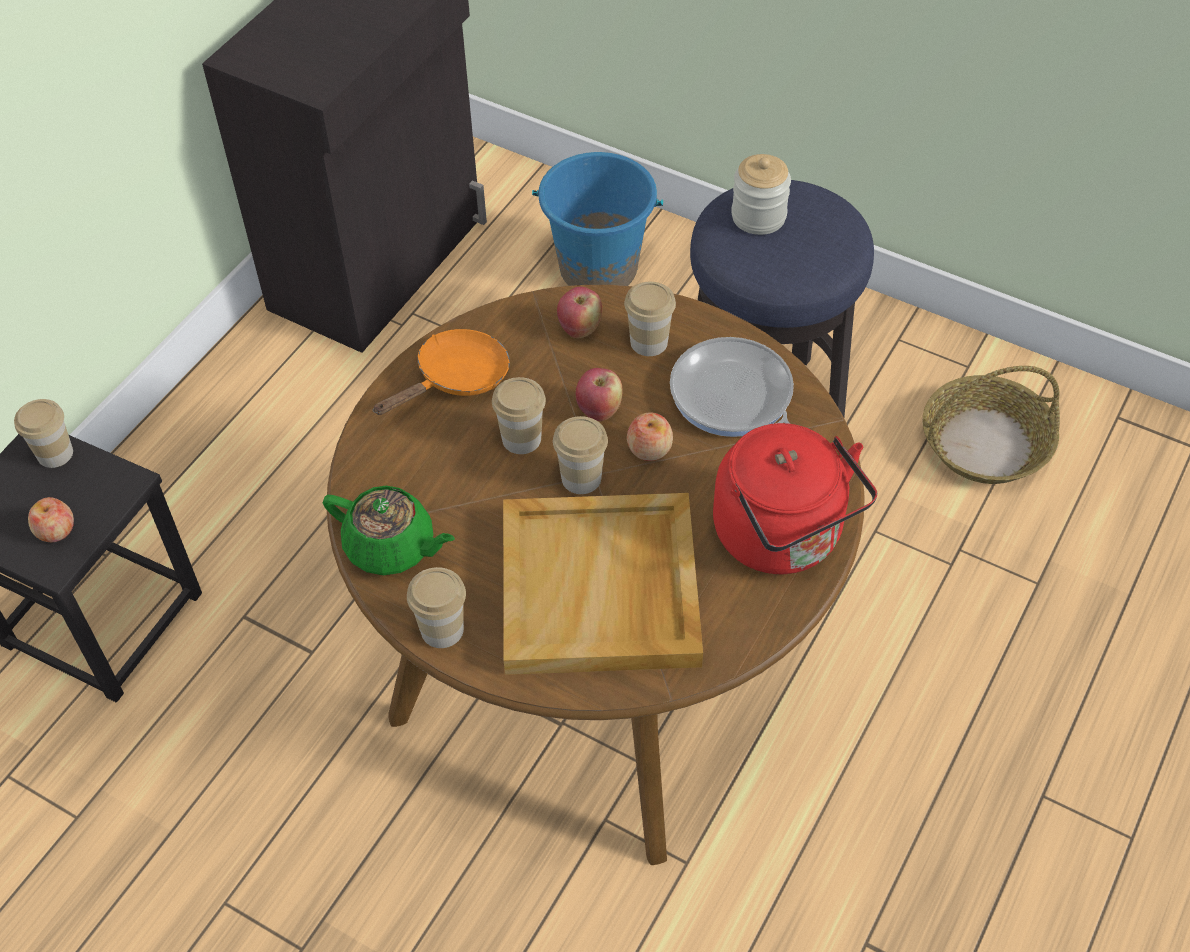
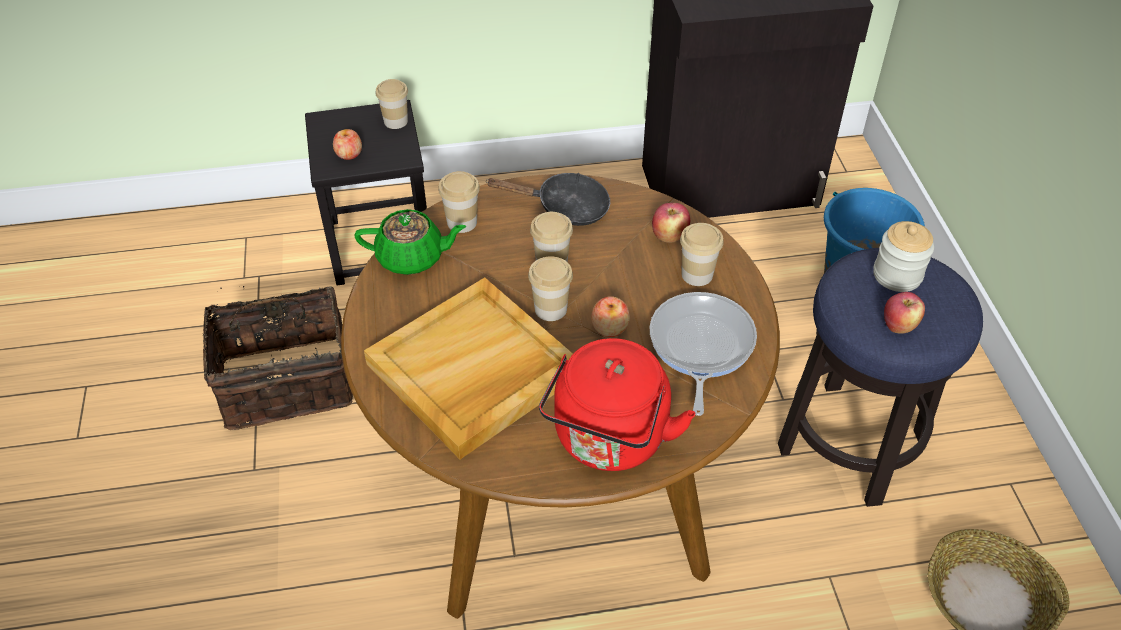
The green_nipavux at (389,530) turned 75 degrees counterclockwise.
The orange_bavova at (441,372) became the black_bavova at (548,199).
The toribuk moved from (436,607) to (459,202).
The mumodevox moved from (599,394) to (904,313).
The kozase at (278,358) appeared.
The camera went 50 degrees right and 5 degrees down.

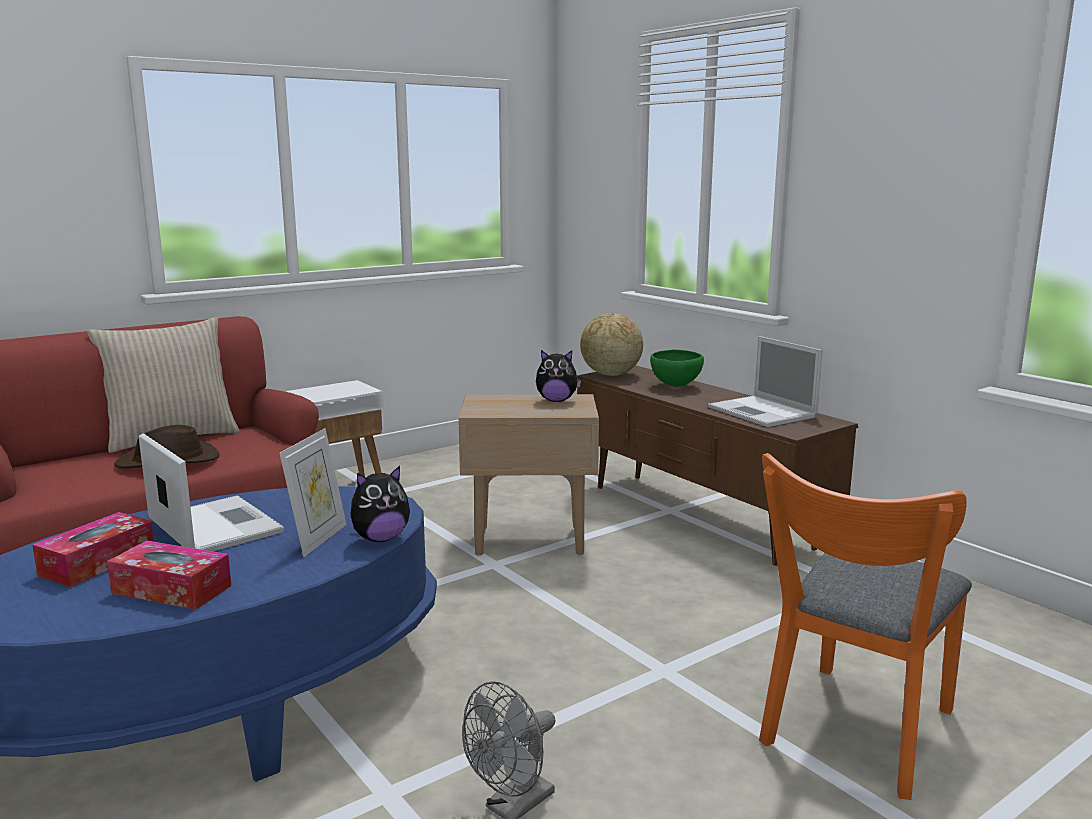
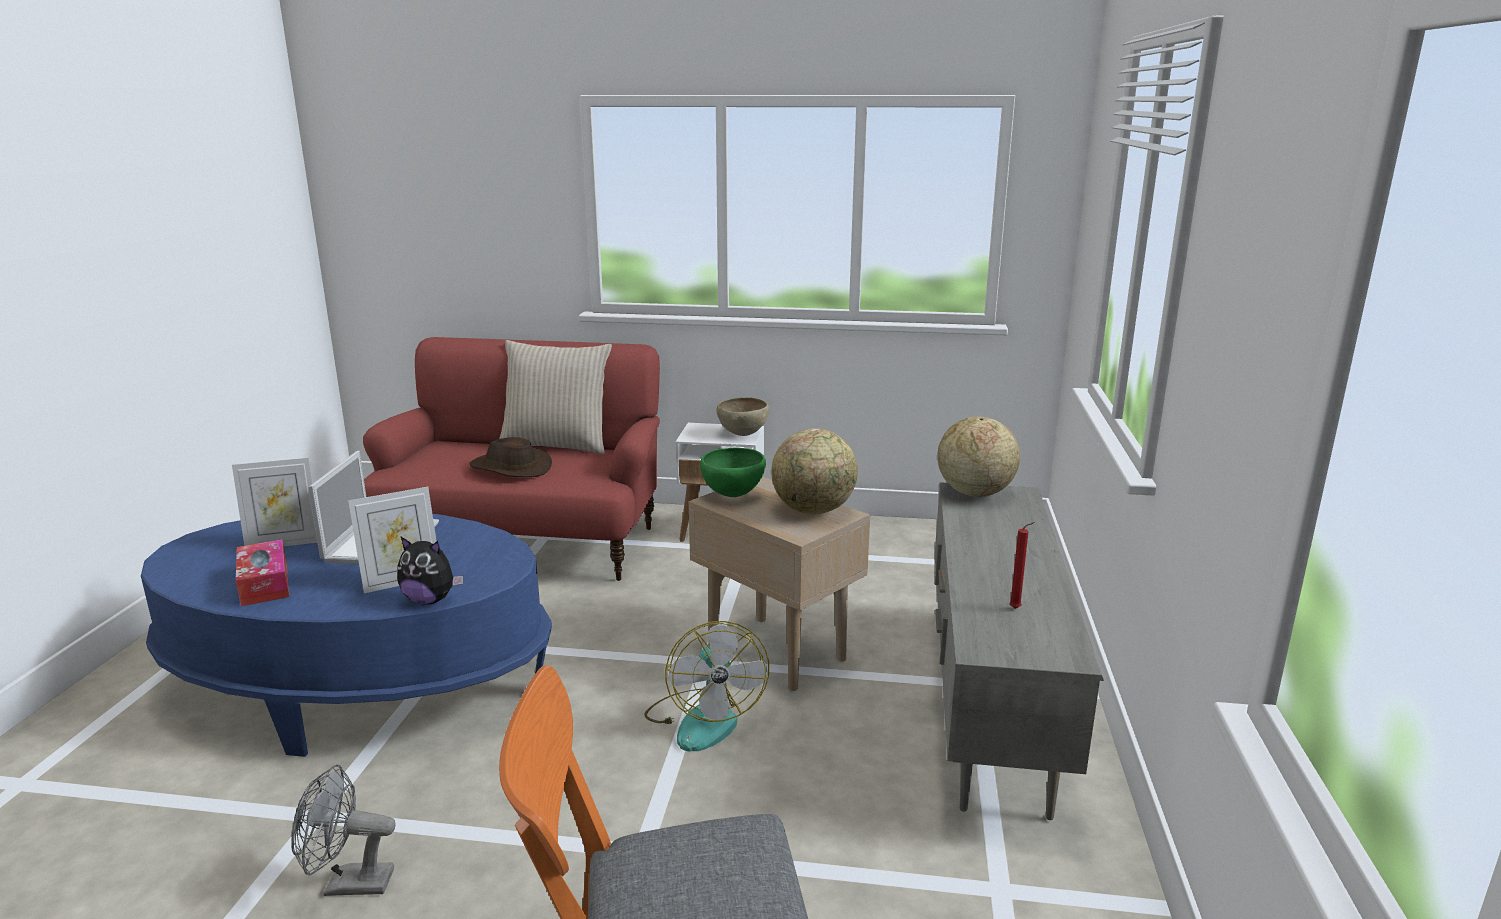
The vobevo at (93,549) was replaced by the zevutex at (274,502).
The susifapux at (558,376) was replaced by the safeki at (814,471).
The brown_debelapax at (718,465) became the grey_debelapax at (1019,651).
The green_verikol moved from (677,368) to (733,472).
The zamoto at (765,381) was replaced by the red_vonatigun at (1022,565).
The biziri at (707,686) appeared.
The brown_verikol at (742,416) appeared.
The camera went 45 degrees right and 5 degrees up.

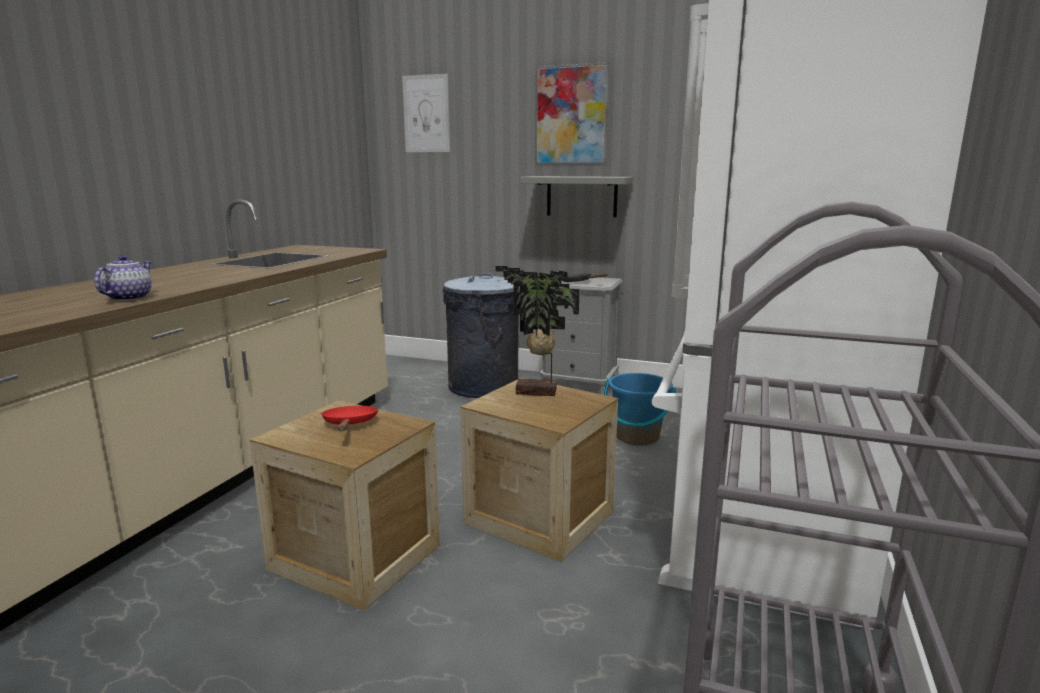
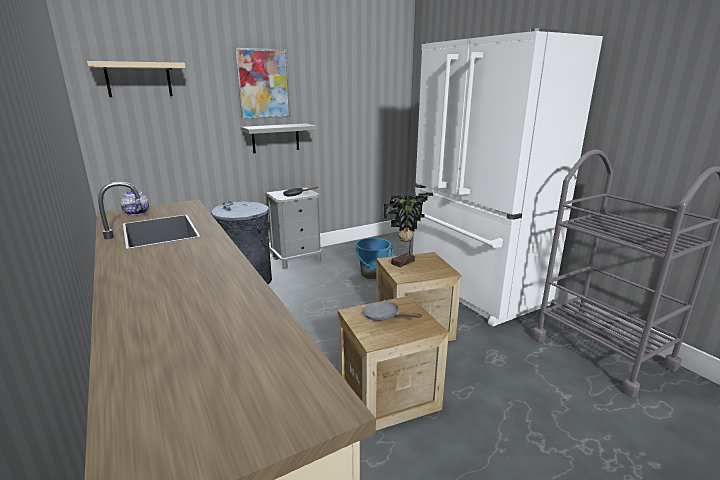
The nipavux moved from (123,278) to (134,202).
The red_bavova at (349,418) became the grey_bavova at (392,311).
The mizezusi at (426,113) was replaced by the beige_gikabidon at (136,79).
The camera went 50 degrees left and 5 degrees up.

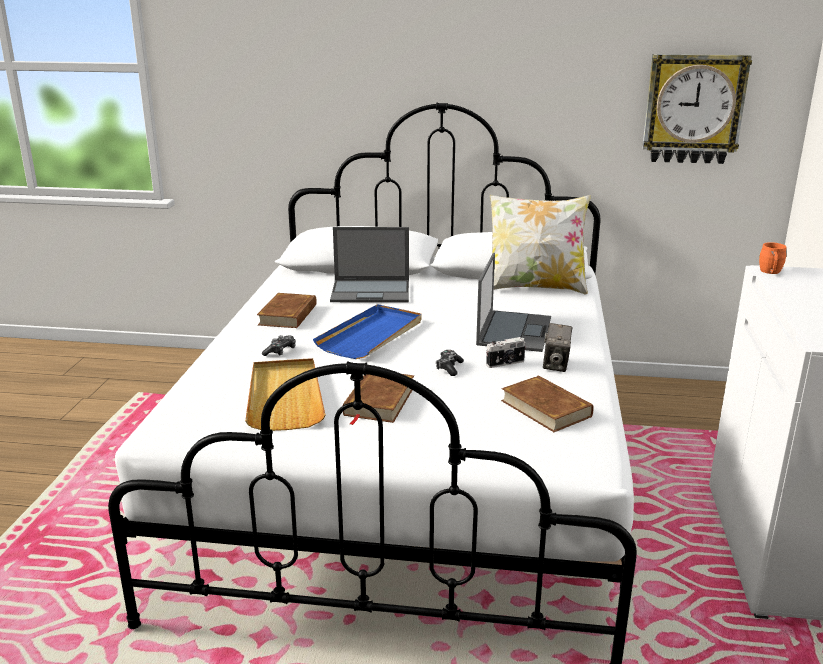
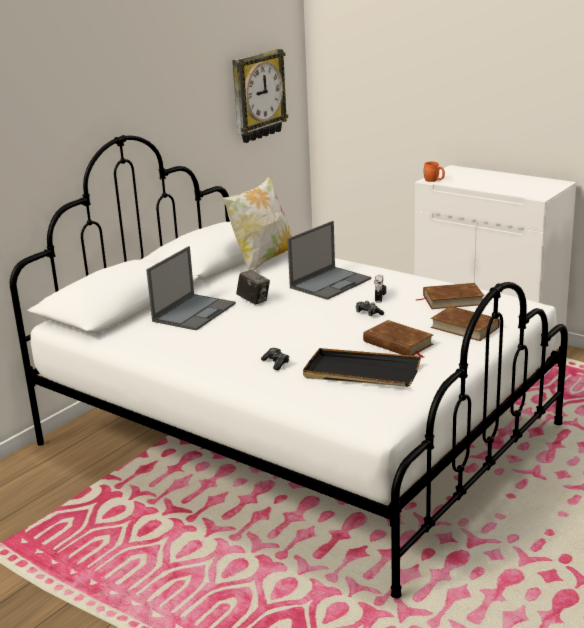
The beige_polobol at (285,394) became the black_polobol at (362,367).
The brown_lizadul moved from (287,310) to (465,323).
The blue_polobol at (367,331) disappeared.
The zamoto at (513,302) turned 90 degrees clockwise.
The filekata moved from (557,347) to (253,287).
The camera went 60 degrees left and 0 degrees up.

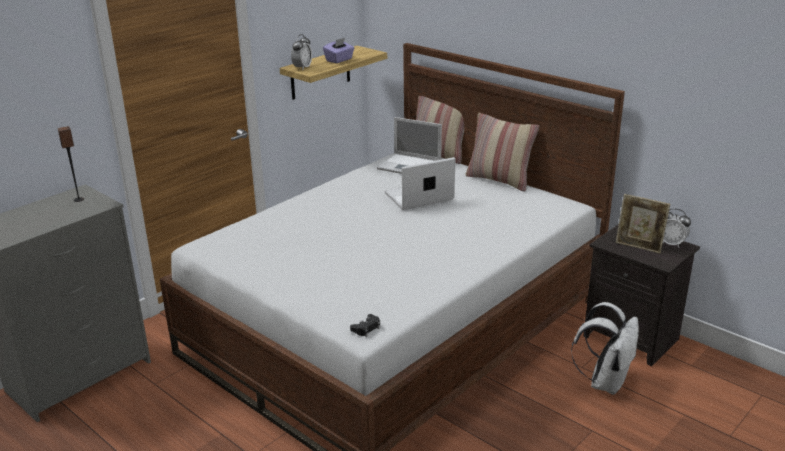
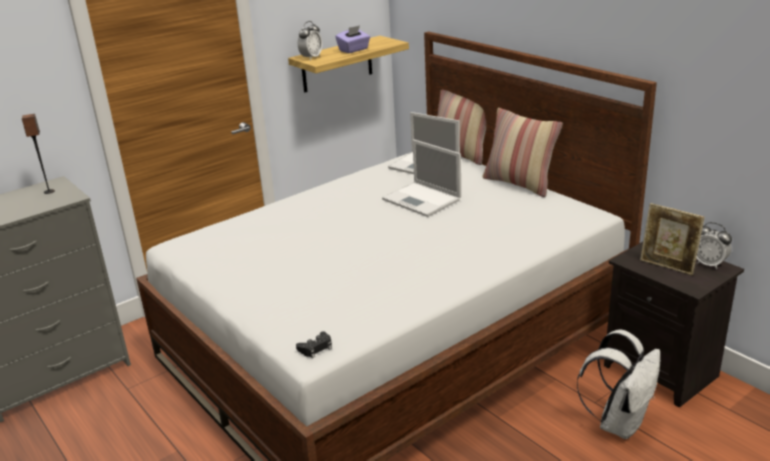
The zamoto at (420,183) turned 120 degrees counterclockwise.
The camera went 10 degrees right and 0 degrees up.

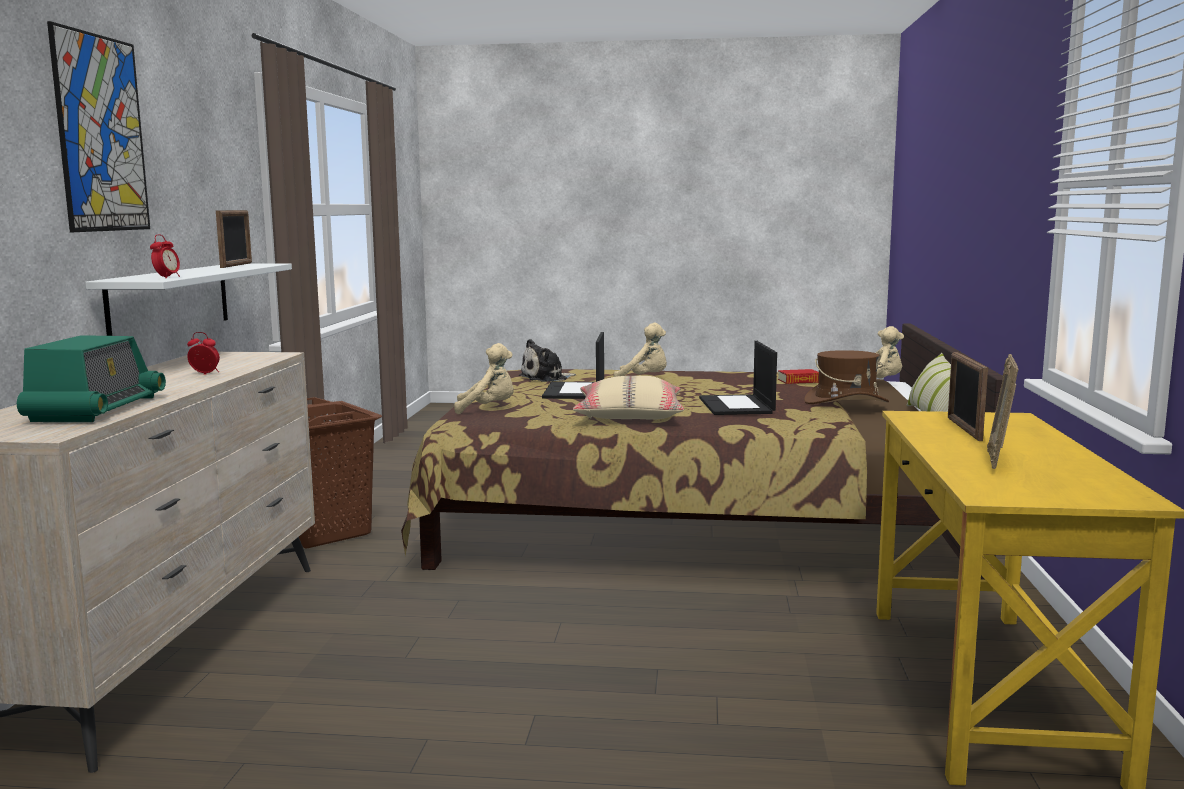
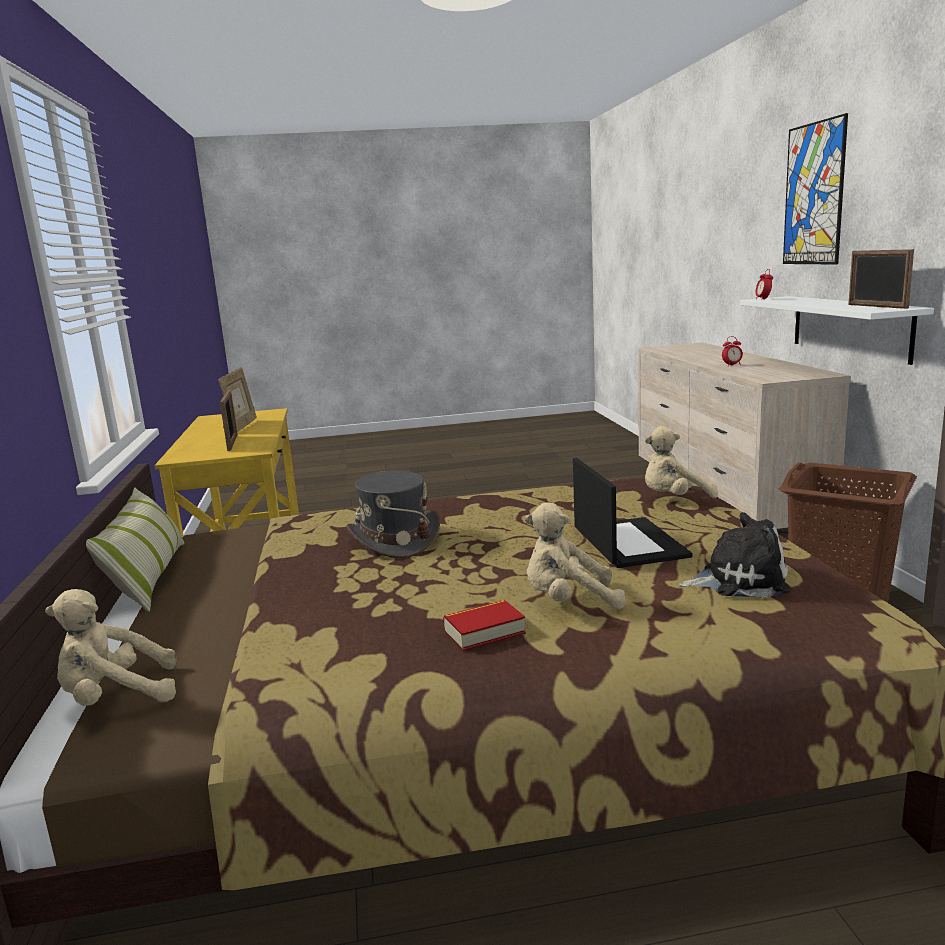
The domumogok at (91,378) disappeared.
The susifapux at (547,360) turned 45 degrees clockwise.
The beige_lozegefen at (628,398) disappeared.
The zamoto at (738,378) was replaced by the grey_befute at (393,514).
The lizadul moved from (798,376) to (484,625).
The brown_befute at (846,377) disappeared.
The camera went 165 degrees right and 5 degrees up.

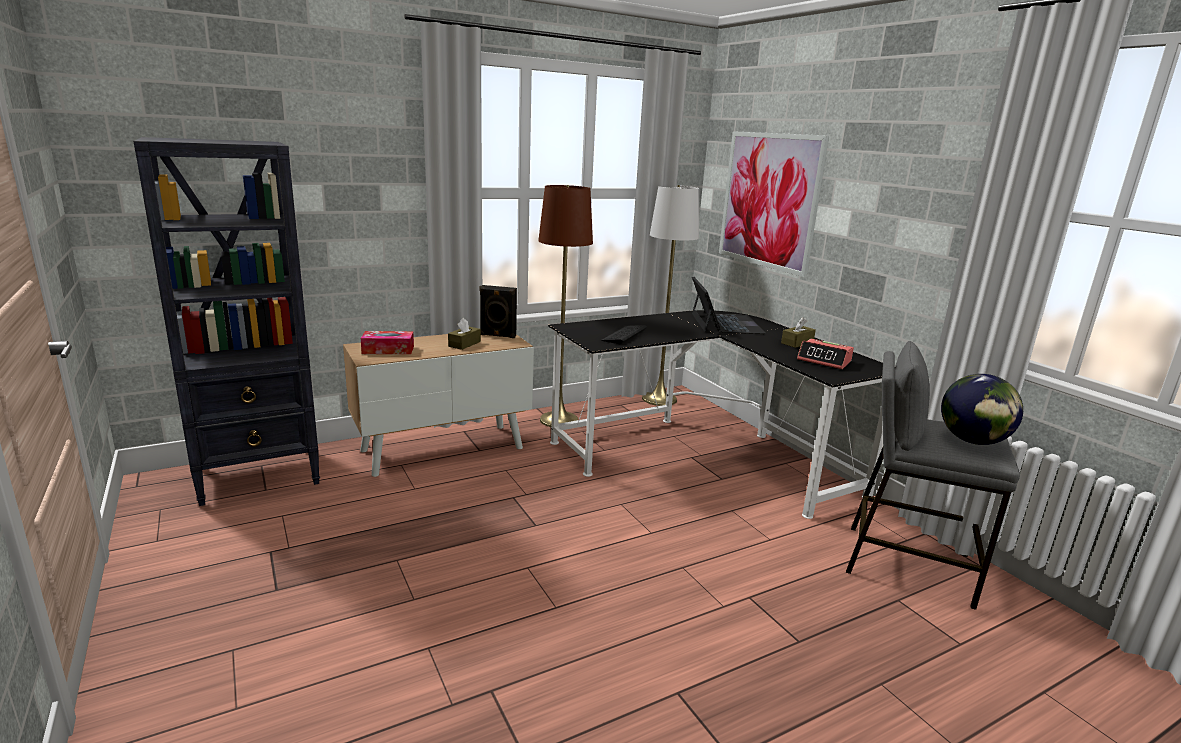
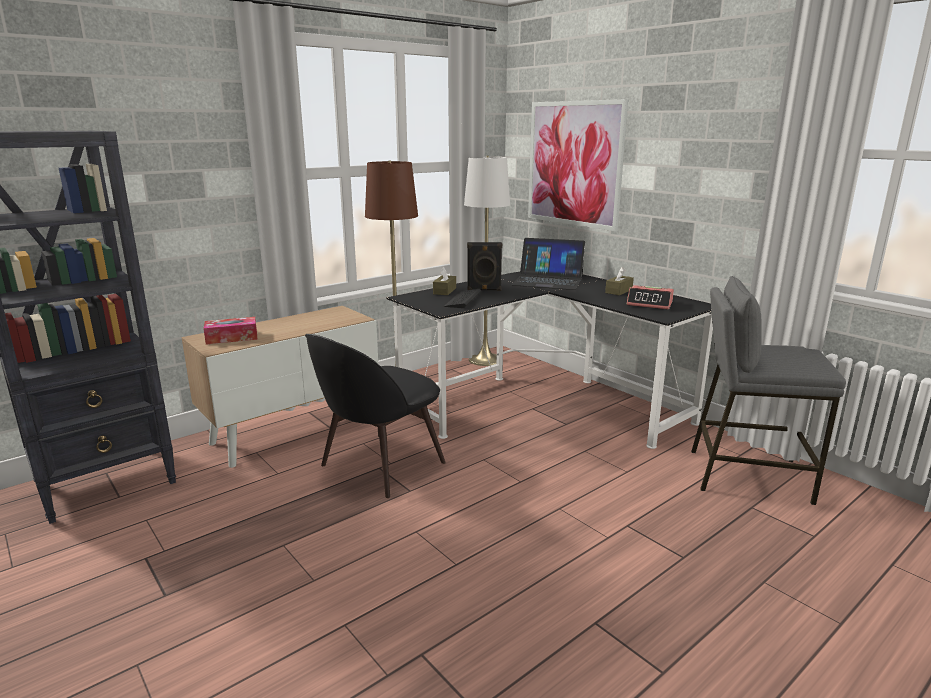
The brown_vobevo moved from (464,334) to (444,280).
The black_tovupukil moved from (498,311) to (484,266).
The zamoto at (729,305) turned 120 degrees clockwise.
The safeki at (982,409) disappeared.
The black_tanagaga at (375,416) appeared.
The camera went 10 degrees left and 0 degrees up.

